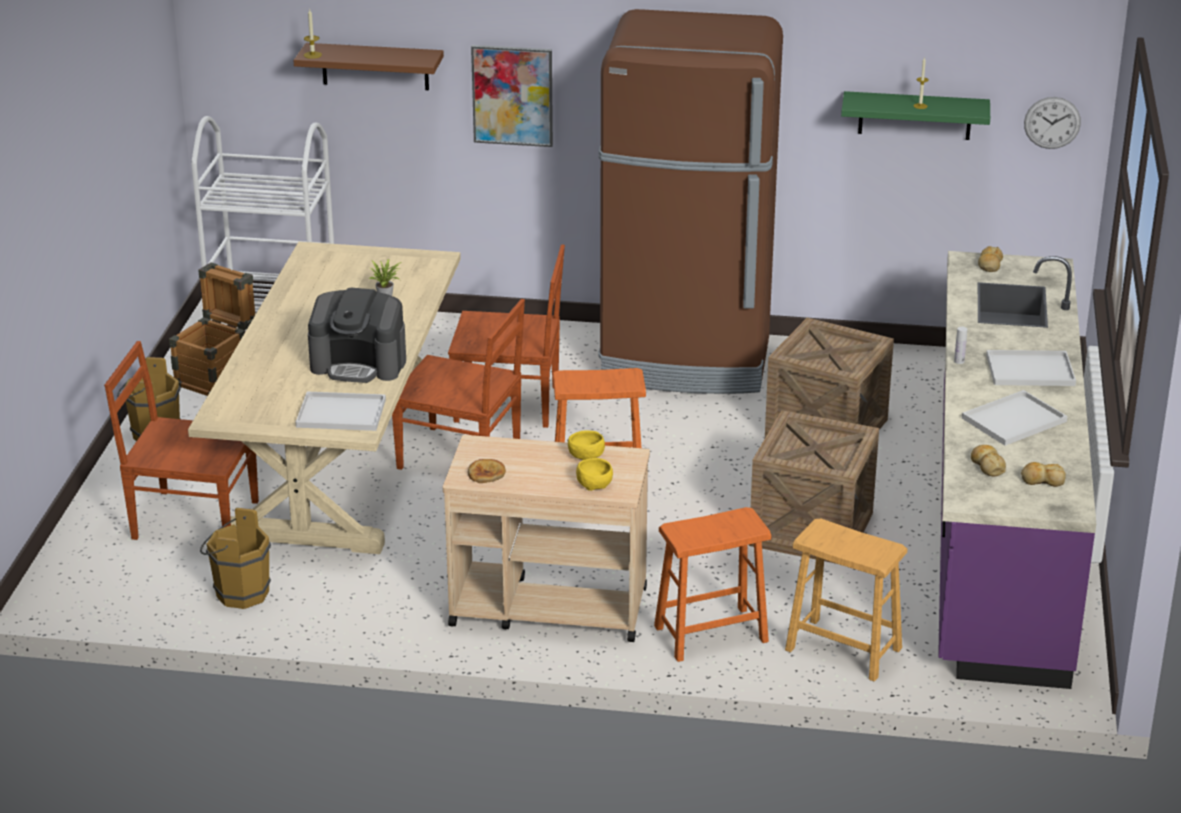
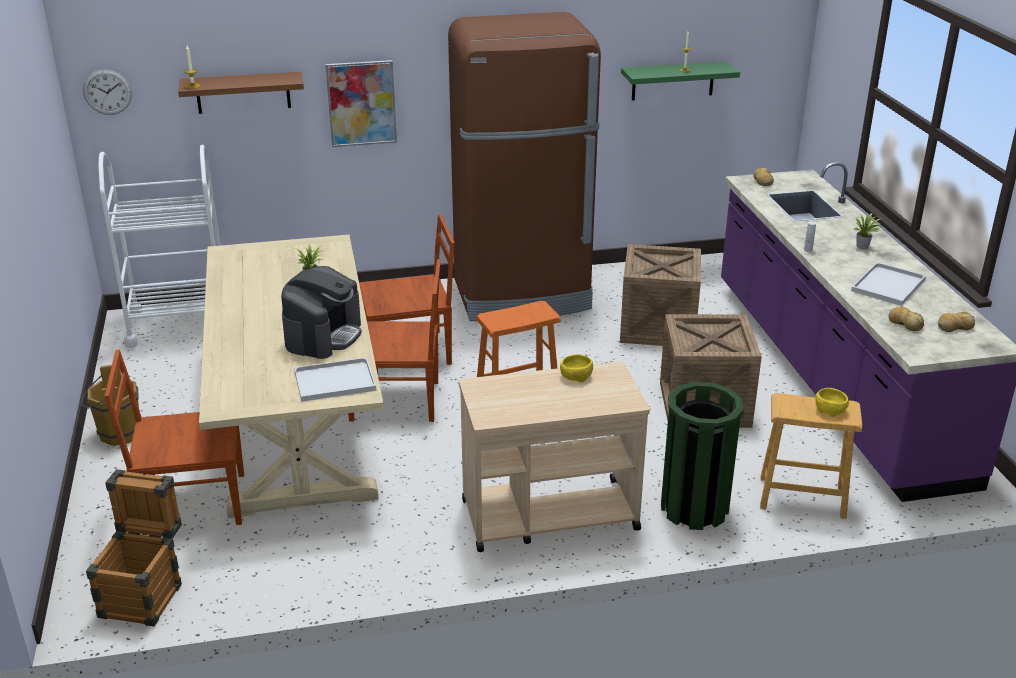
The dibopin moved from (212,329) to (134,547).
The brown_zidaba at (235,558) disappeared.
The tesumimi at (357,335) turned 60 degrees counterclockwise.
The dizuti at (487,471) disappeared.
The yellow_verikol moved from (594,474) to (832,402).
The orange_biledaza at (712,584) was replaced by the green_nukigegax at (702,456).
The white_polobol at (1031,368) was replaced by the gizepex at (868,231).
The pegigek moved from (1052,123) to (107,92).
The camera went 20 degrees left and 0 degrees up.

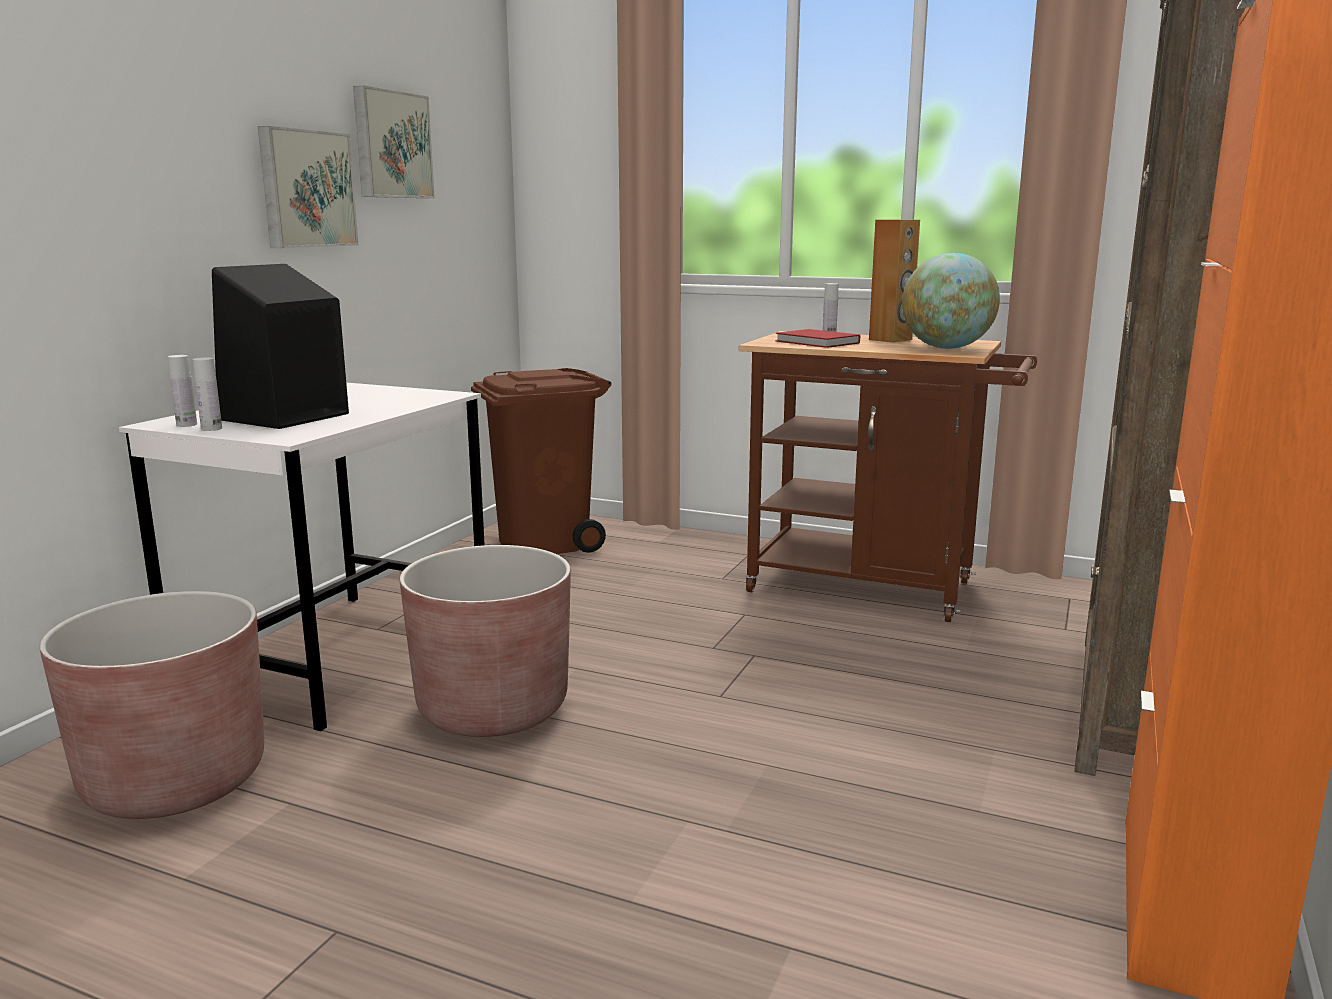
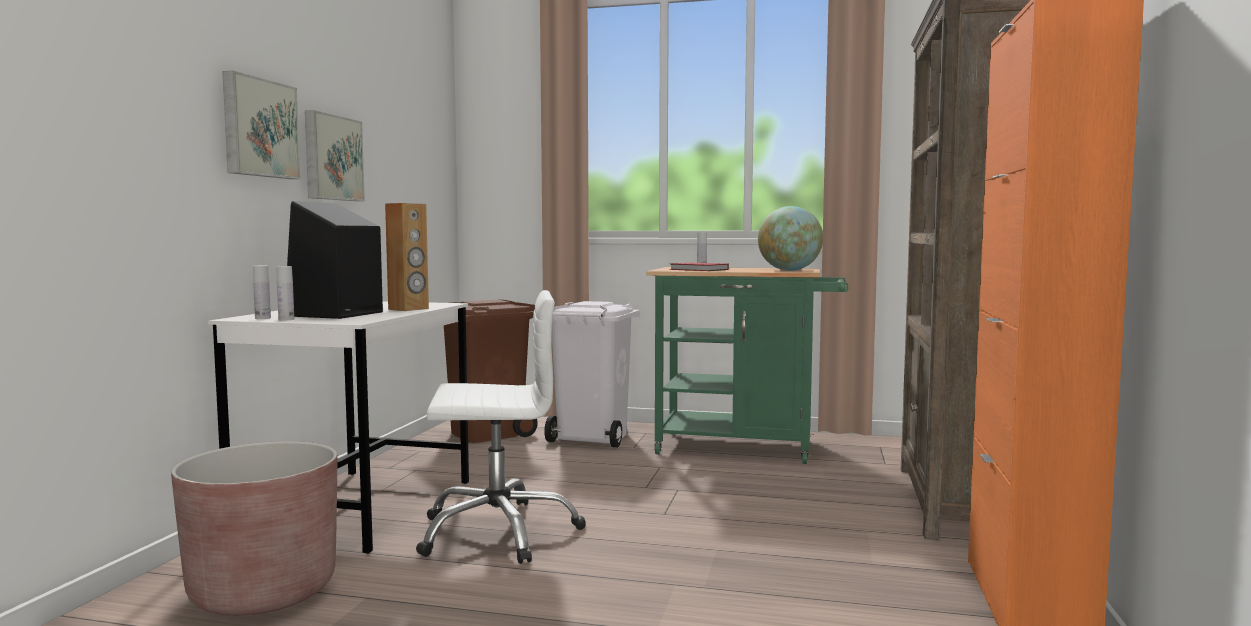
The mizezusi moved from (394,141) to (261,125).
The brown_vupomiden at (485,641) was replaced by the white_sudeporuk at (501,427).
The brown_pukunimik at (888,476) became the green_pukunimik at (747,365).
The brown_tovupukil moved from (894,281) to (407,257).
The white_nukigegax at (592,374) appeared.
The camera went 10 degrees left and 10 degrees down.

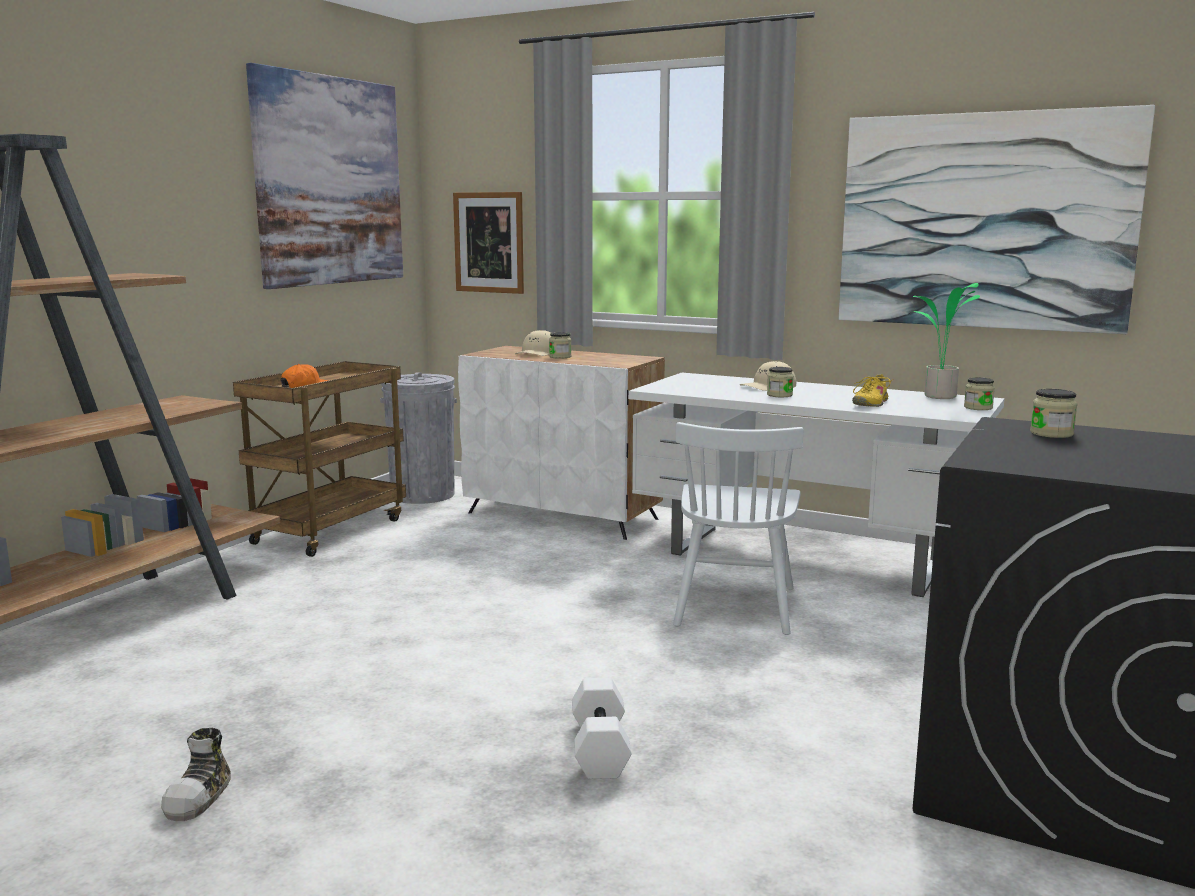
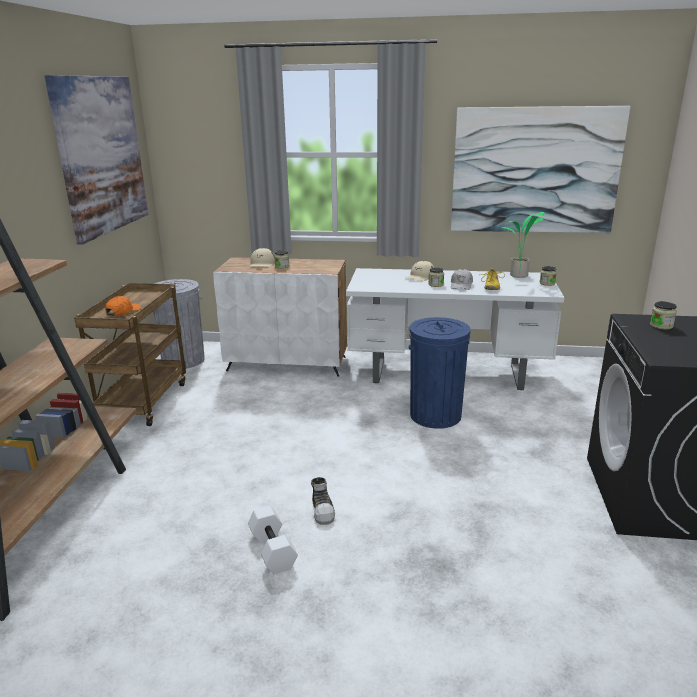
The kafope moved from (196,774) to (323,501).
The mizezusi at (488,243) disappeared.
The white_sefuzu moved from (601,728) to (273,540).
The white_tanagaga at (738,528) was replaced by the blue_nukigegax at (440,373).
The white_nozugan at (462,279) appeared.
The camera went 20 degrees left and 10 degrees up.

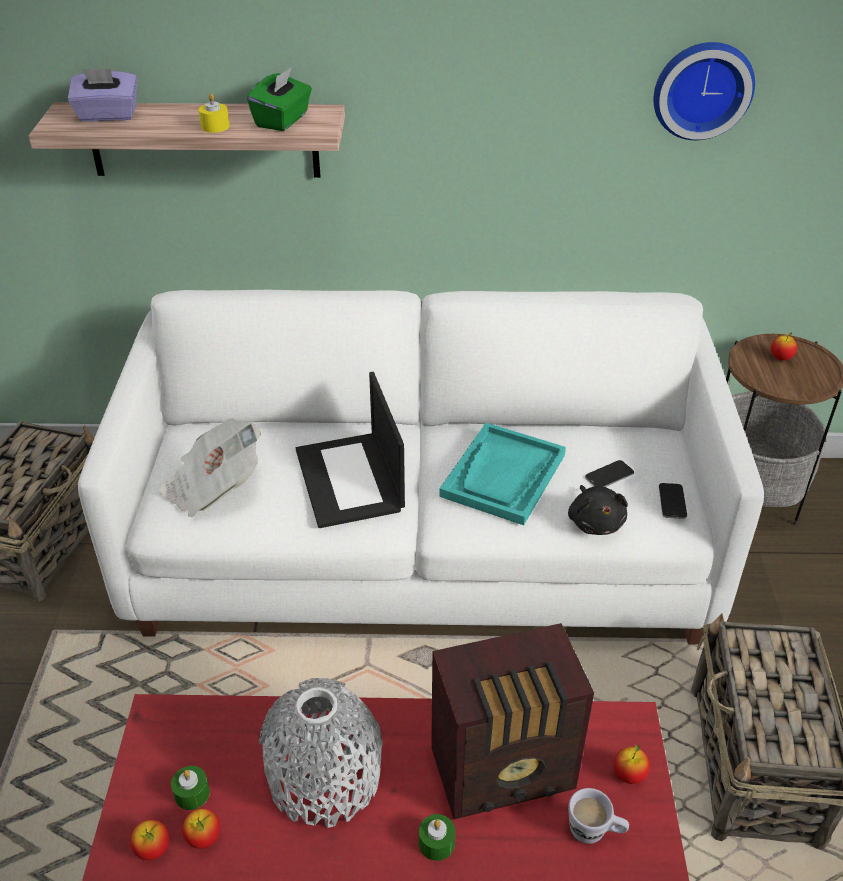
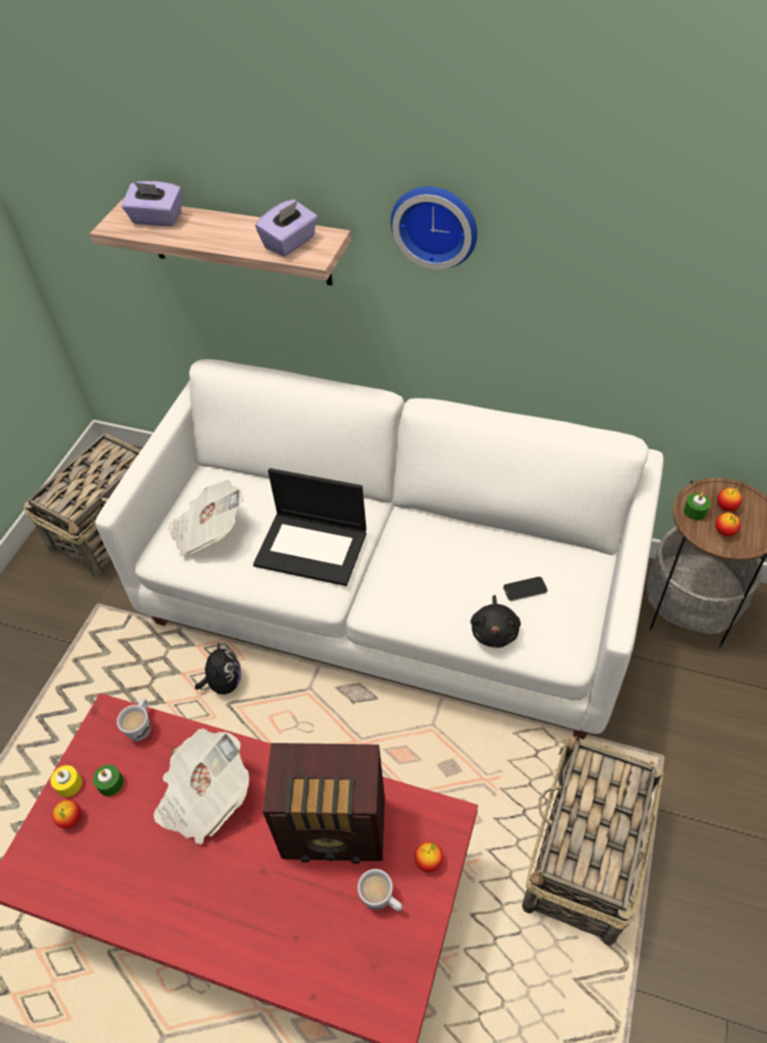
The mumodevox moved from (201,828) to (728,524).
The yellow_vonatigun moved from (214,113) to (66,781).
The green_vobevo at (279,99) became the purple_vobevo at (286,227).
The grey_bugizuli at (321,753) was replaced by the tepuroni at (201,786).
The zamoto at (350,450) turned 75 degrees counterclockwise.
The green_vonatigun moved from (437,837) to (697,506).
The turquoise_polobol at (502,474) disappeared.
The pegigek moved from (704,91) to (434,227).
The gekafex at (673,501) disappeared.
The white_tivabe at (134,720) appeared.
The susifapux at (218,668) appeared.
The camera went 20 degrees right and 10 degrees up.

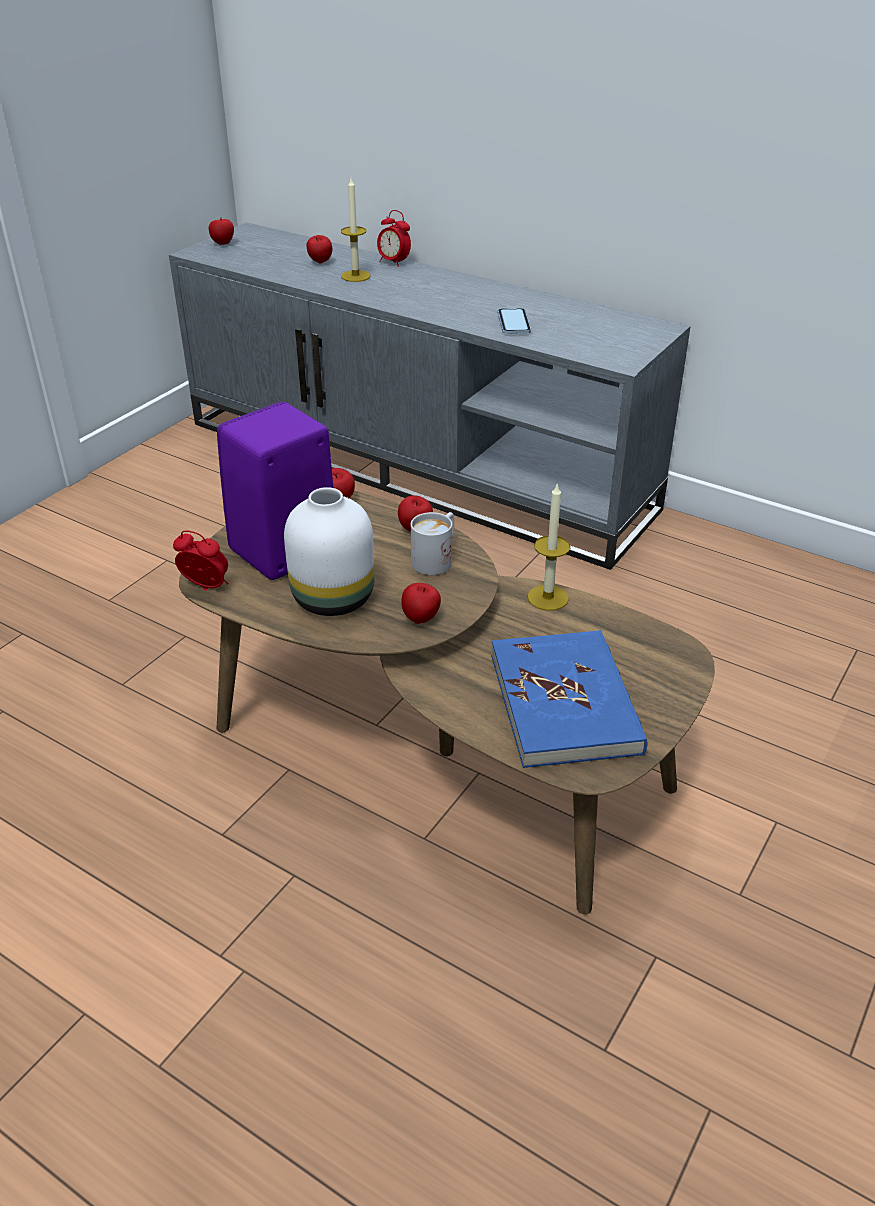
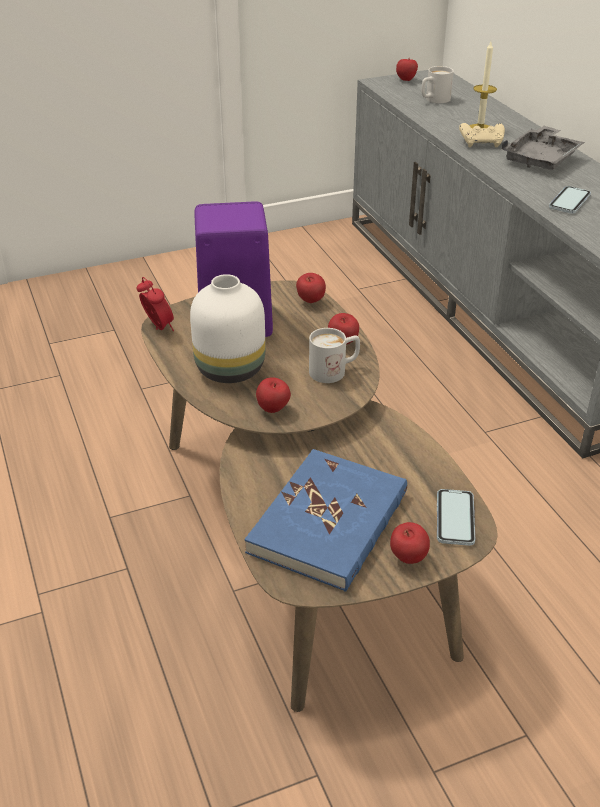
The mumodevox moved from (319,249) to (410,543).
The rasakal at (394,238) disappeared.
The vonatigun at (549,546) disappeared.
The white_tivabe at (437,84) appeared.
The gekafex at (456,517) appeared.
The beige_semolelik at (482,135) appeared.
The grey_polobol at (543,148) appeared.
The camera went 35 degrees right and 0 degrees up.

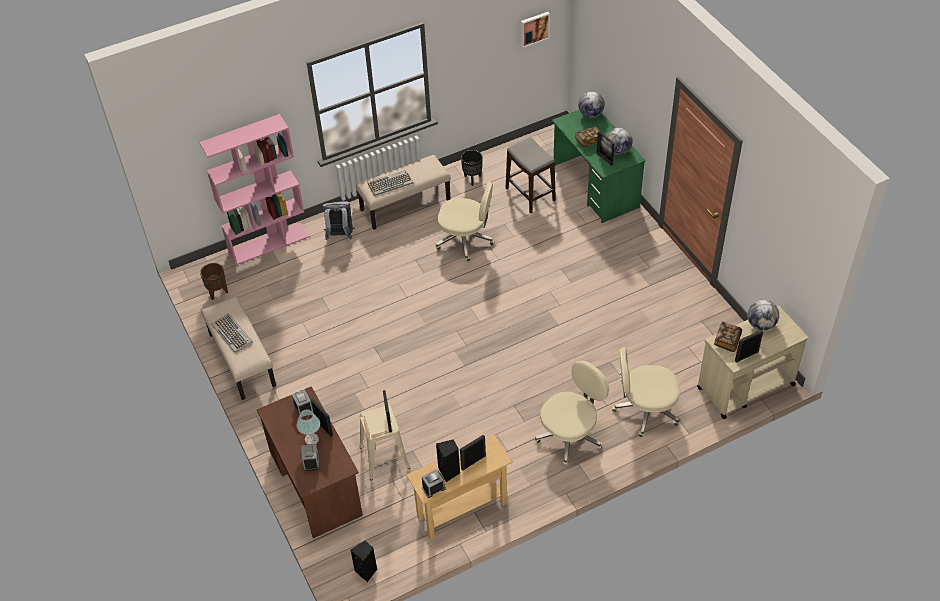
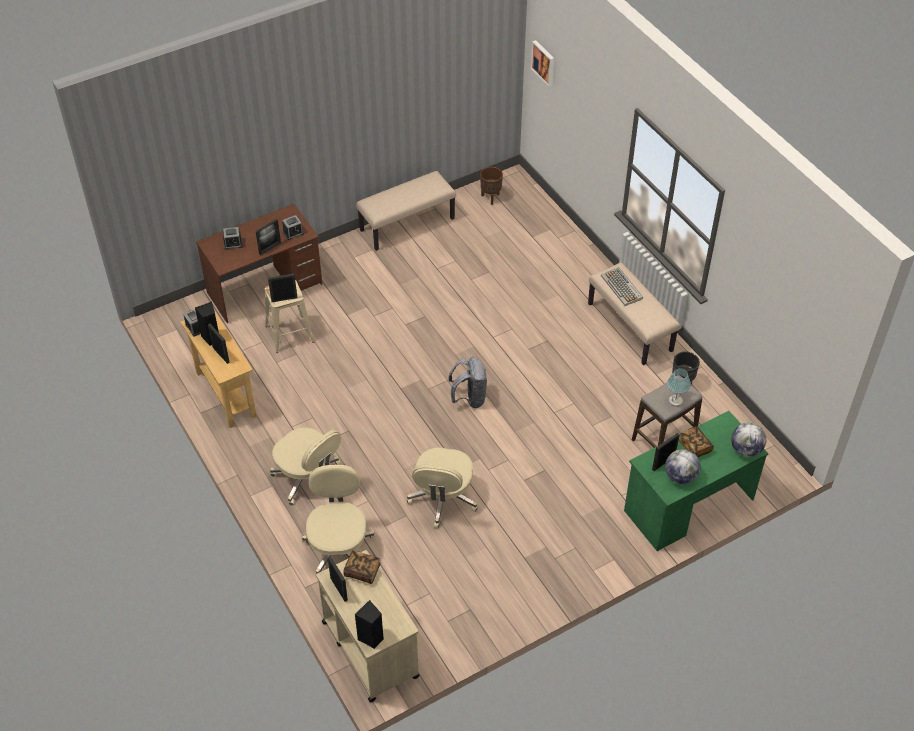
The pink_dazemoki at (254,189) disappeared.
The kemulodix at (232,333) disappeared.
The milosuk moved from (308,427) to (679,387).
The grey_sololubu moved from (339,220) to (468,382).
The black_tovupukil moved from (364,561) to (369,624).
The beige_sudeporuk moved from (465,221) to (442,488).
The mizezusi moved from (535,30) to (542,63).
The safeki at (763,315) disappeared.
The camera went 85 degrees right and 0 degrees up.

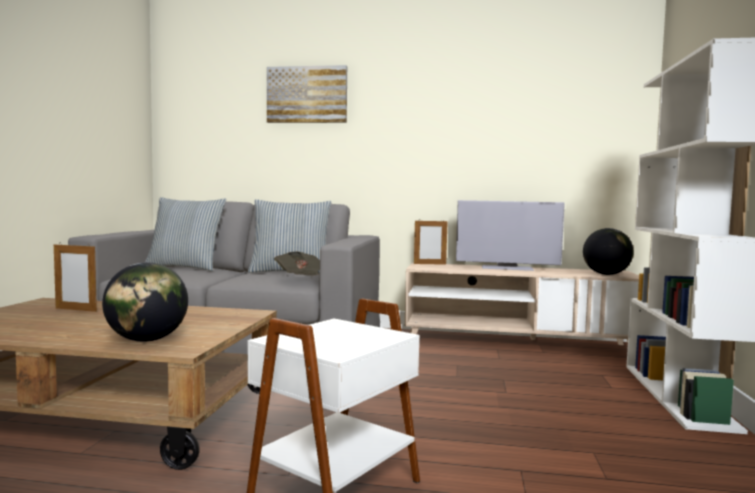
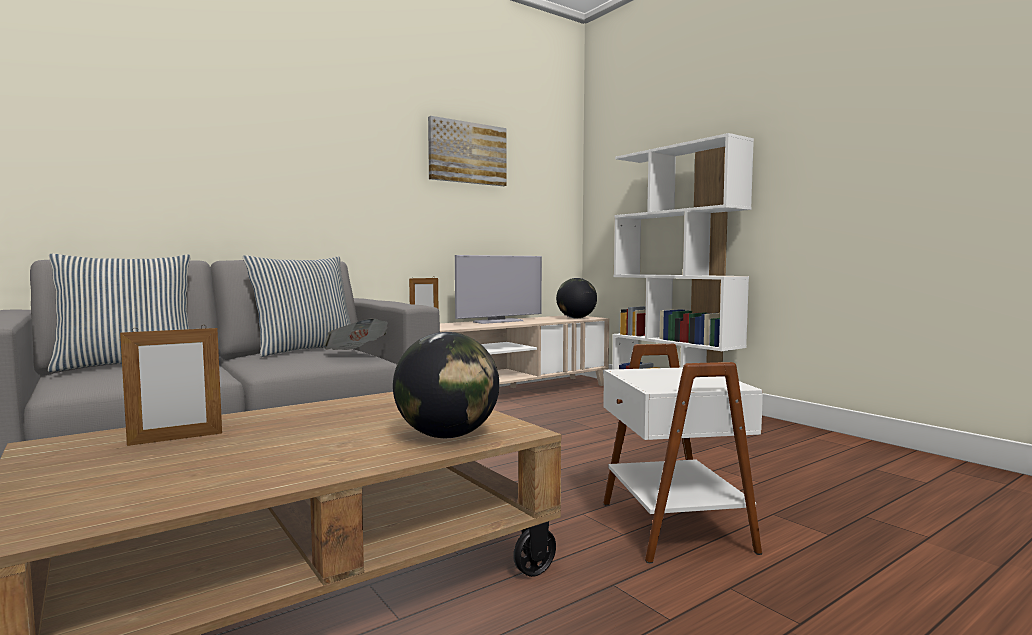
The mizezusi moved from (307,94) to (467,151).
The camera went 45 degrees left and 0 degrees up.

